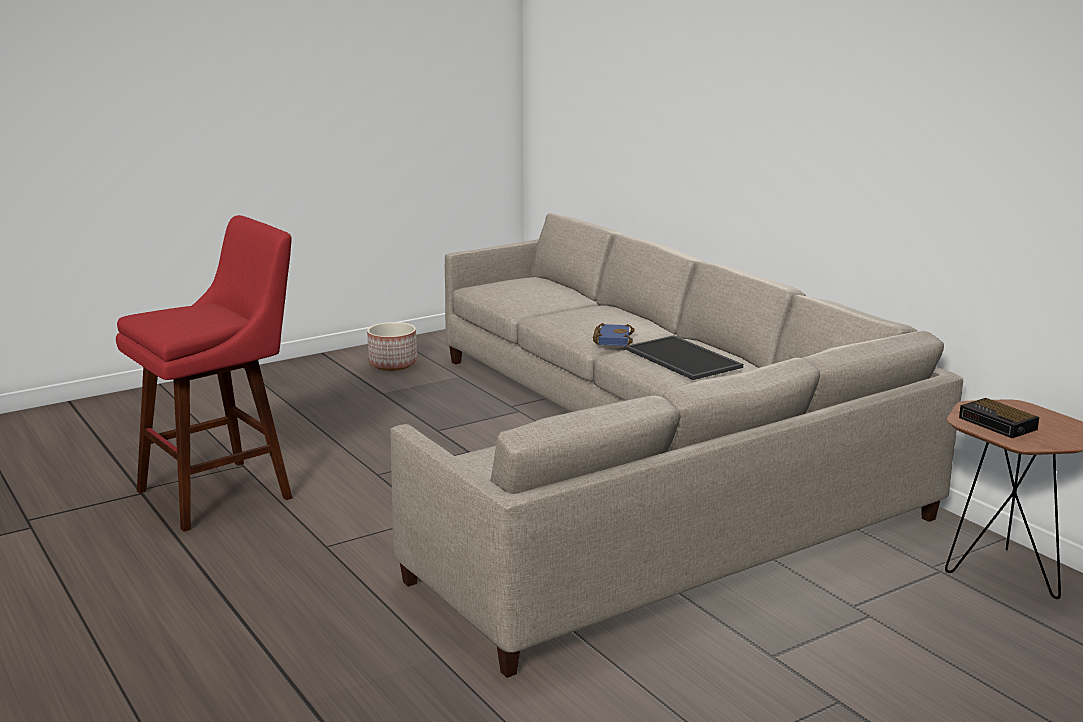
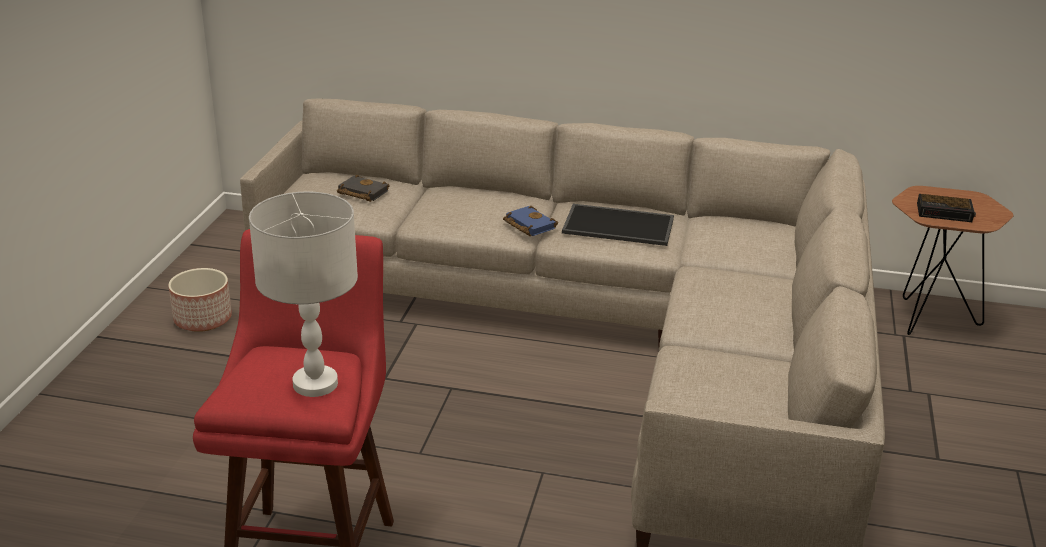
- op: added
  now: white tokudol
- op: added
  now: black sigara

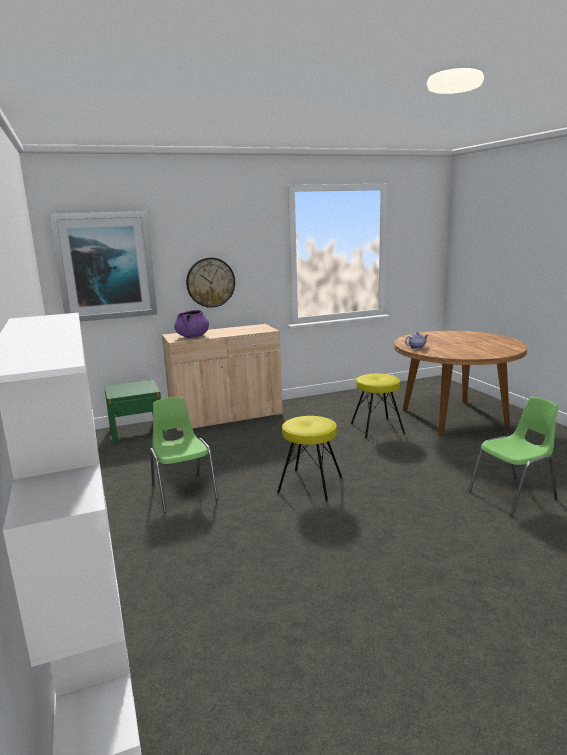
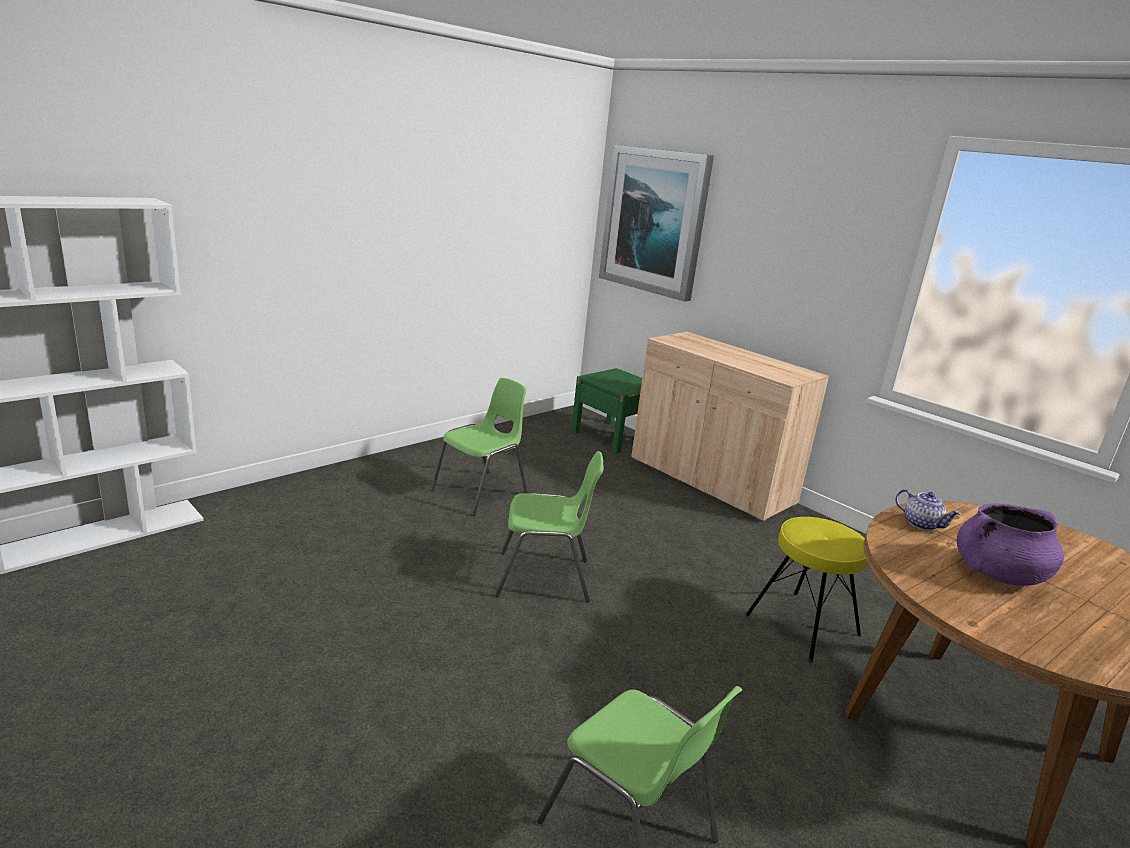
- op: moved
  was: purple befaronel
- op: removed
  was: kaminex
- op: replaced
  was: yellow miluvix (1st from left)
  now: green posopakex (2nd from left)

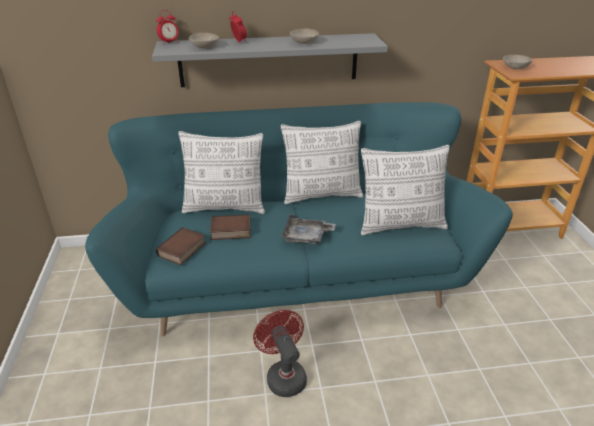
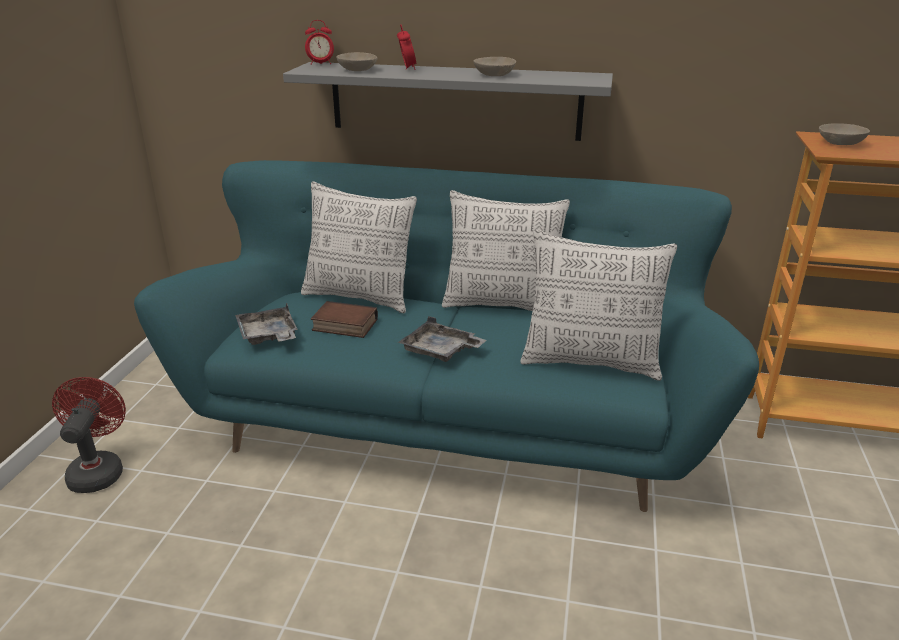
- op: replaced
  was: sigara (1st from left)
  now: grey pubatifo (1st from left)
- op: moved
  was: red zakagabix

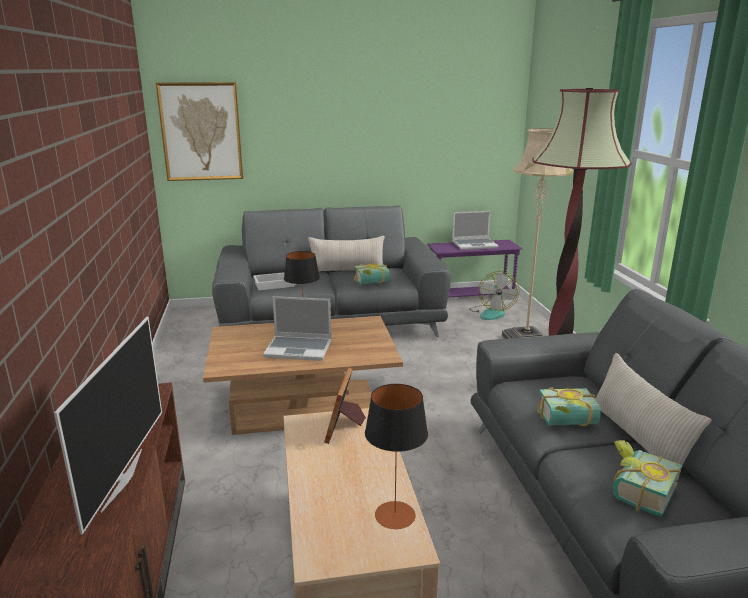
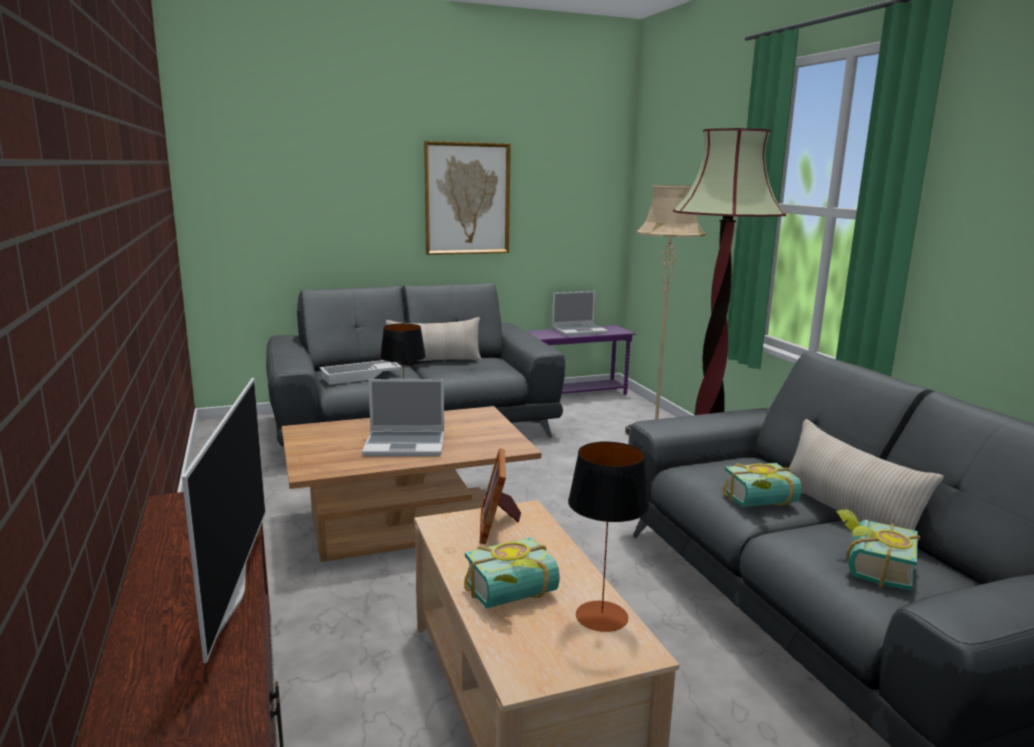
- op: moved
  was: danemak
- op: moved
  was: sigara (1st from left)
- op: removed
  was: zakagabix

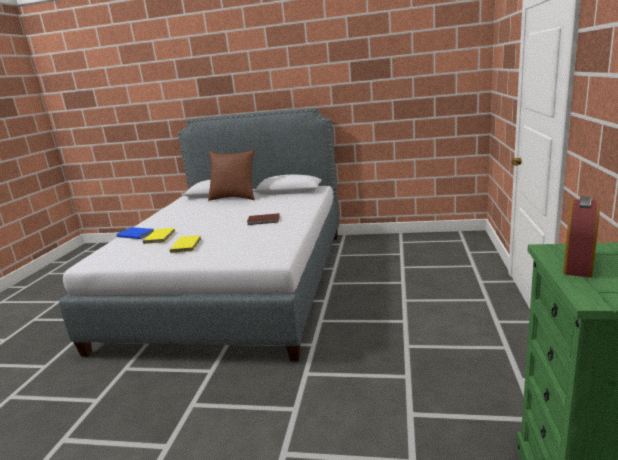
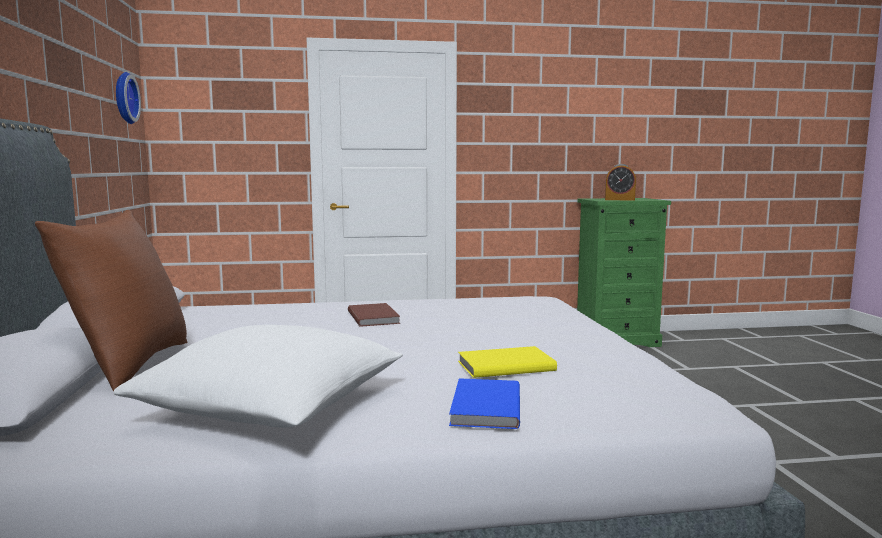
- op: removed
  was: yellow sigara (2nd from left)
- op: added
  now: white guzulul
- op: added
  now: kaminex

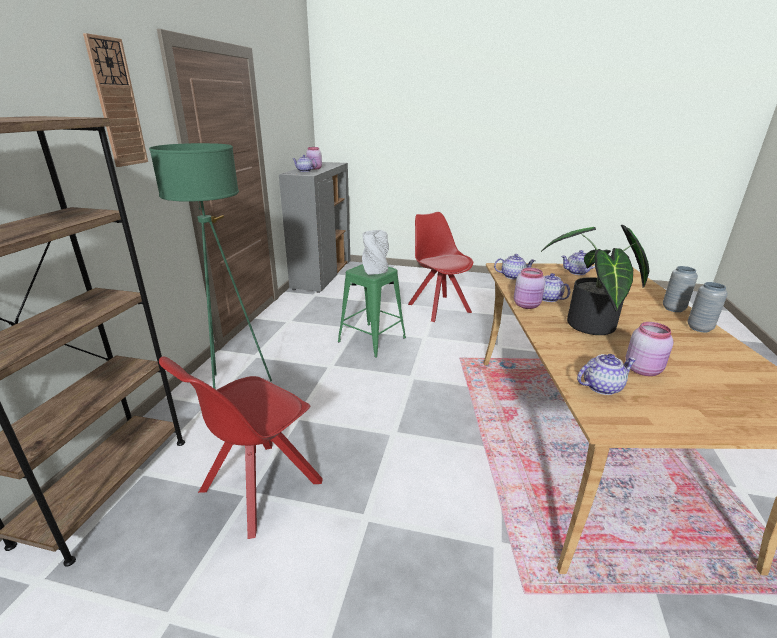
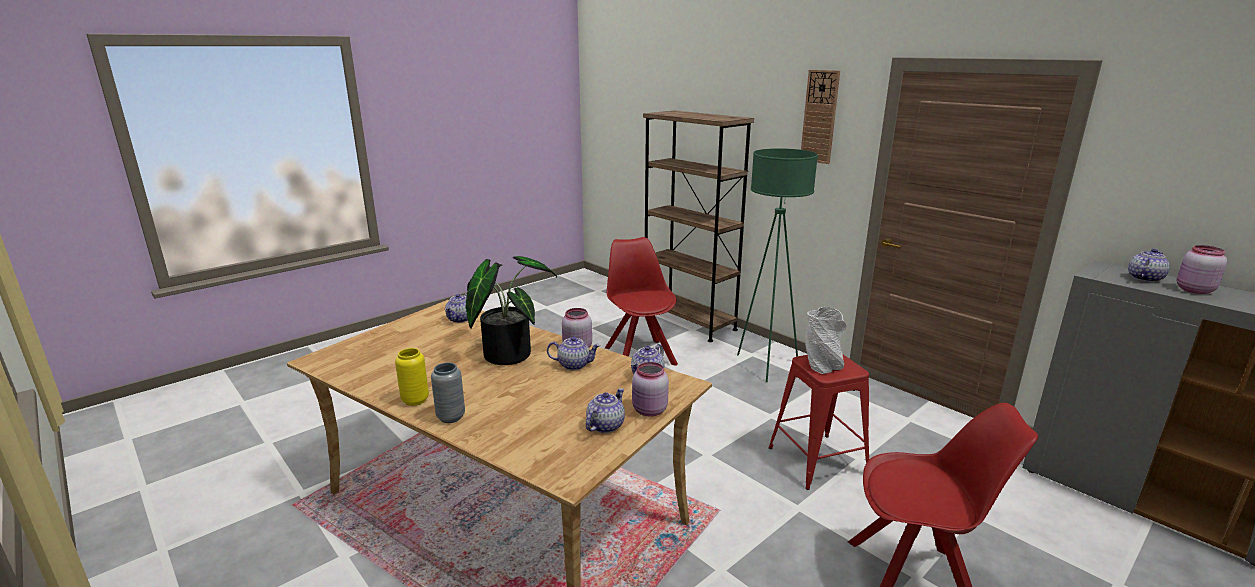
- op: recoloured
  was: green miluvix
  now: red miluvix
- op: moved
  was: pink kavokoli (3rd from left in the first image)
  now: pink kavokoli (2nd from left)
- op: recoloured
  was: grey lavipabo (3rd from left)
  now: yellow lavipabo

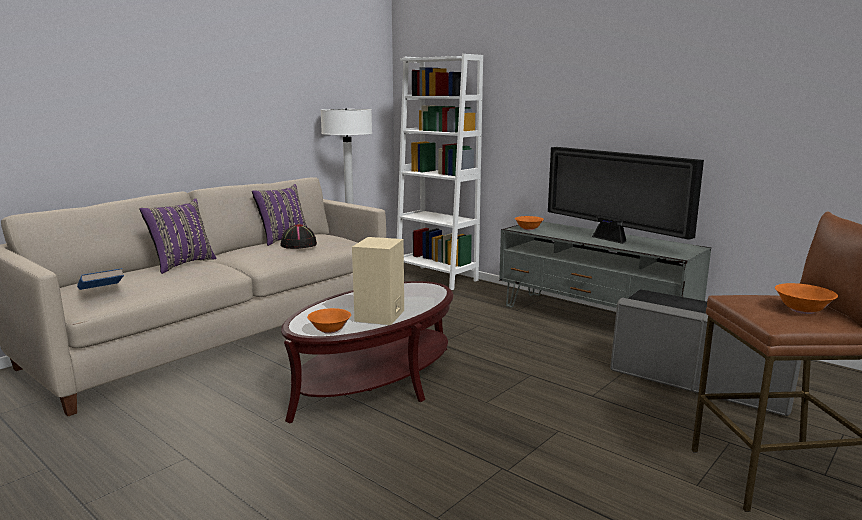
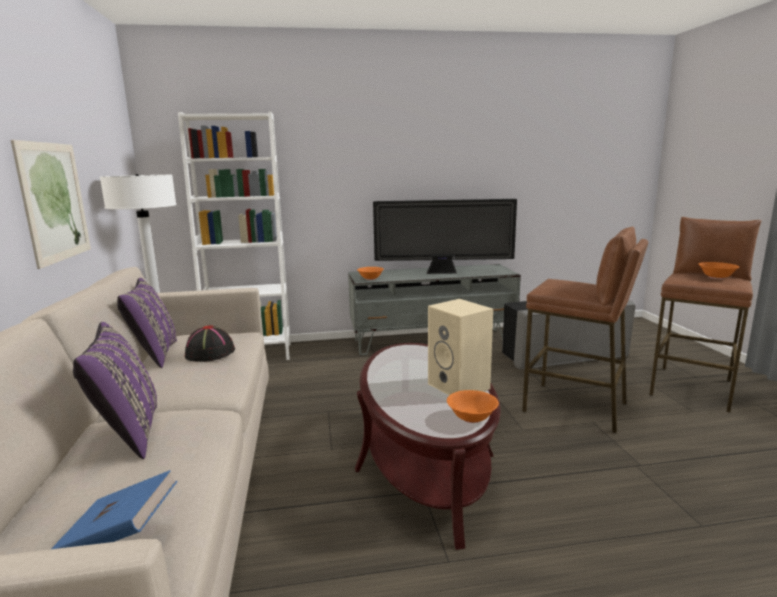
- op: added
  now: danemak
- op: added
  now: brown miluvix (1st from left)

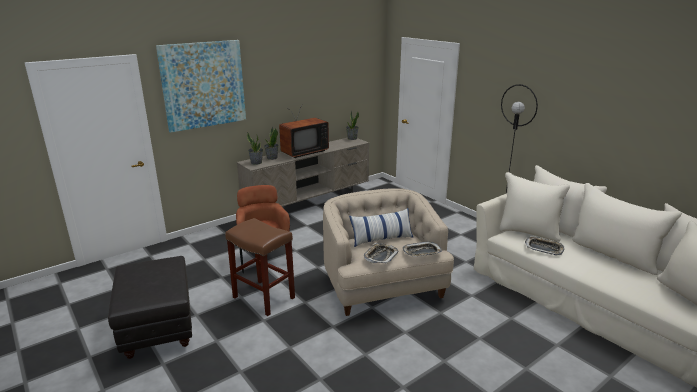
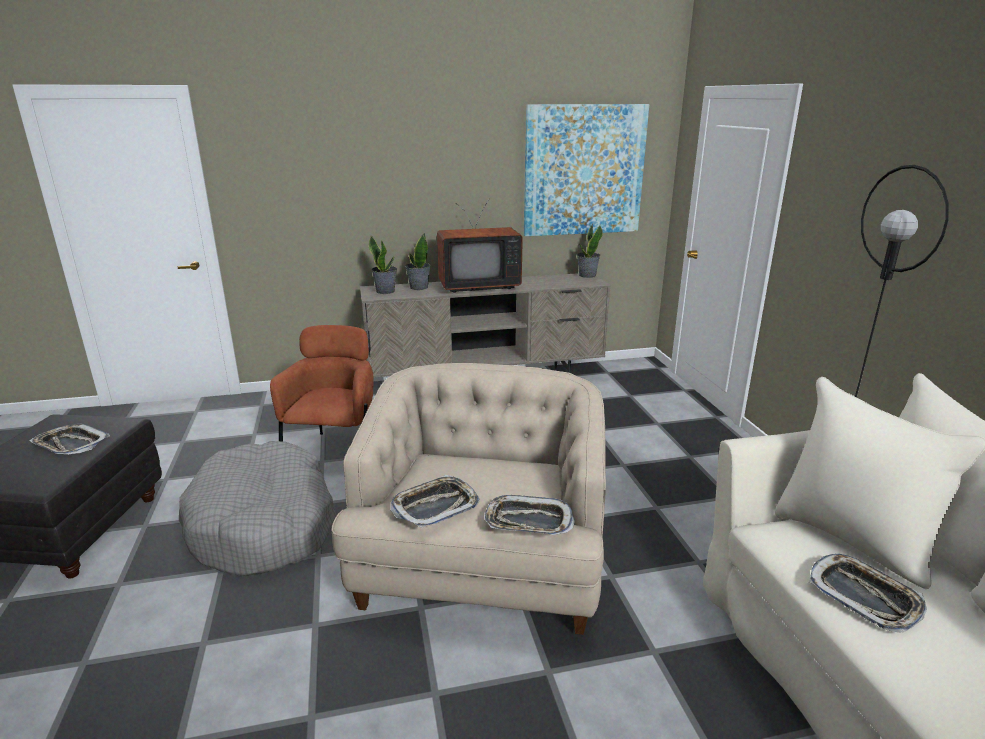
- op: moved
  was: danemak
- op: replaced
  was: brown miluvix
  now: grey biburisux
- op: removed
  was: guzulul
- op: added
  now: pubatifo (1st from left)

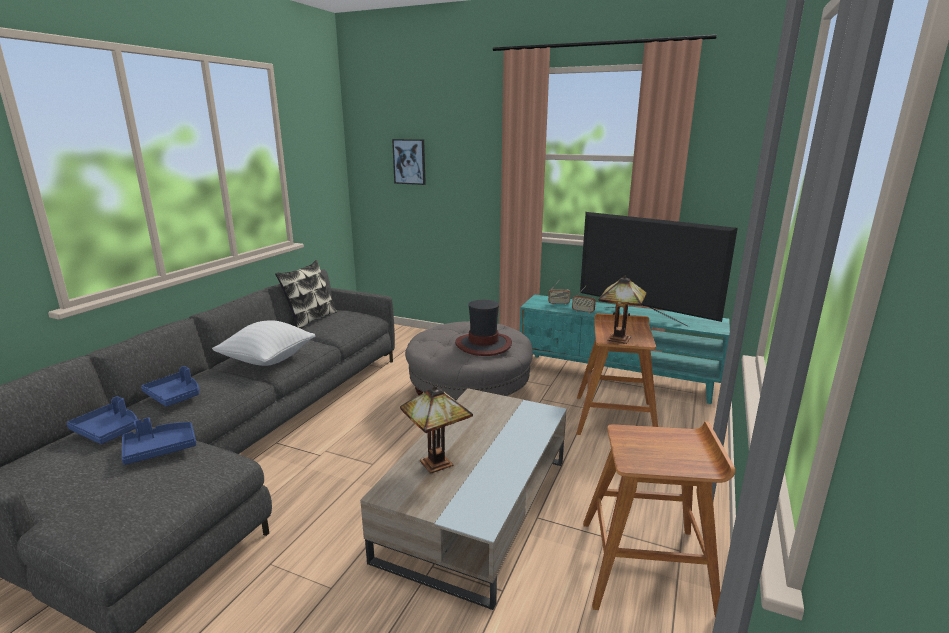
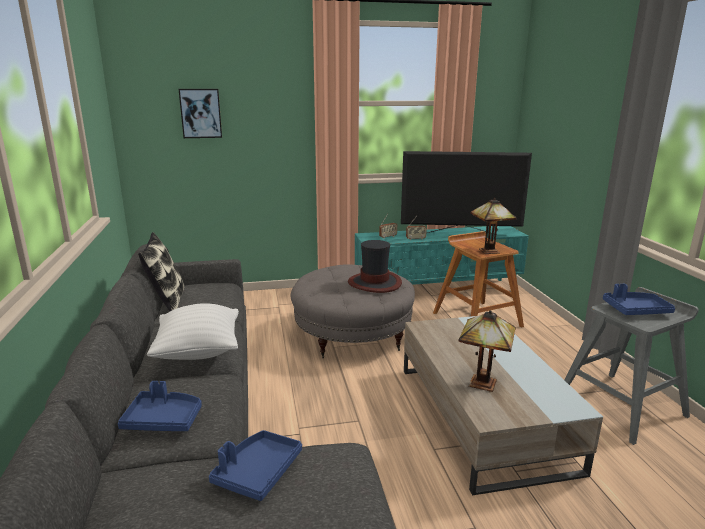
- op: moved
  was: blue pubatifo (1st from left in the first image)
  now: blue pubatifo (3rd from left)
- op: recoloured
  was: brown miluvix (2nd from left)
  now: grey miluvix

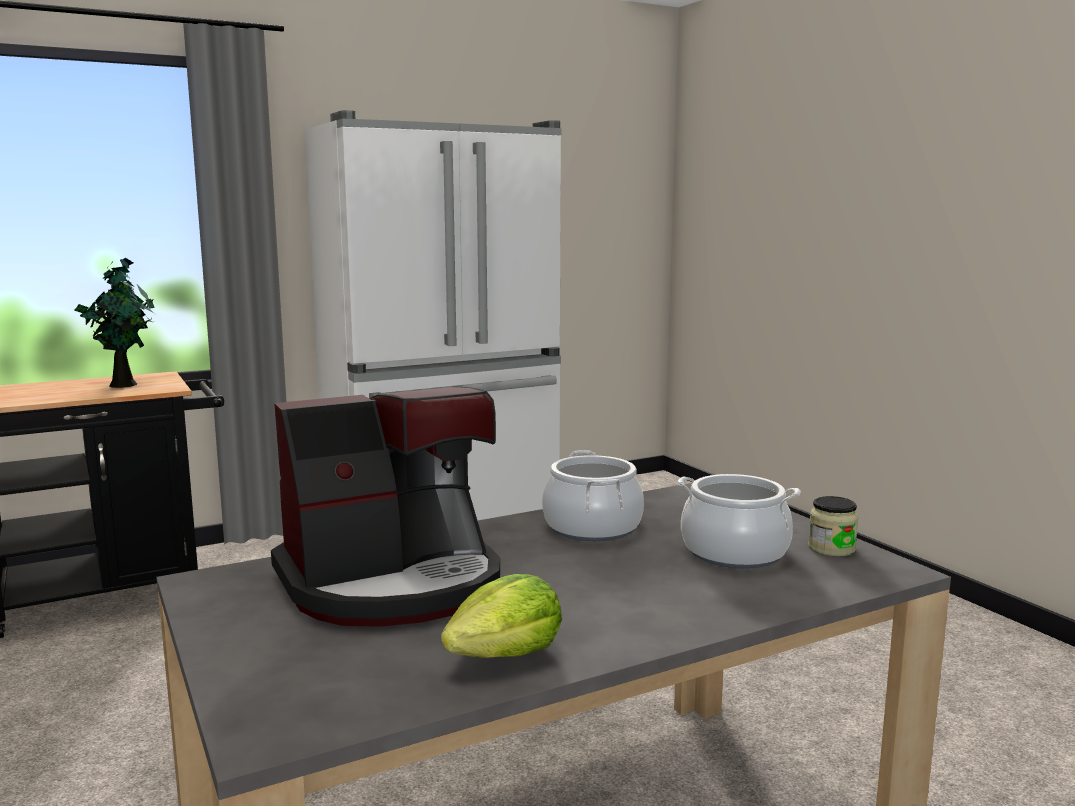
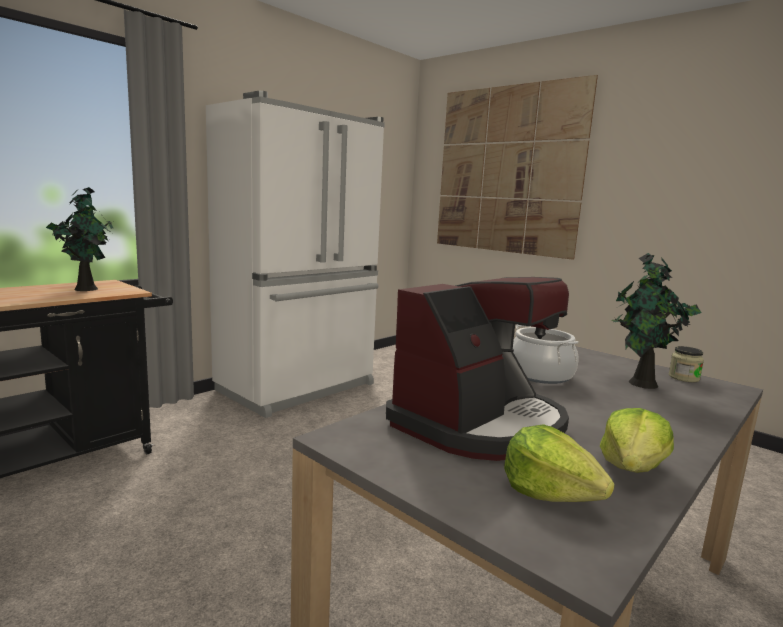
- op: replaced
  was: befaronel (2nd from left)
  now: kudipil (2nd from left)
- op: added
  now: danemak
- op: added
  now: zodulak (1st from left)

